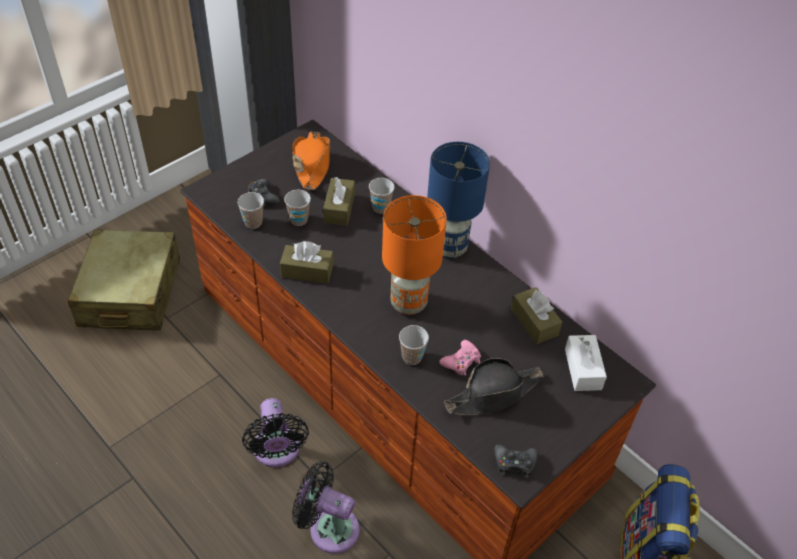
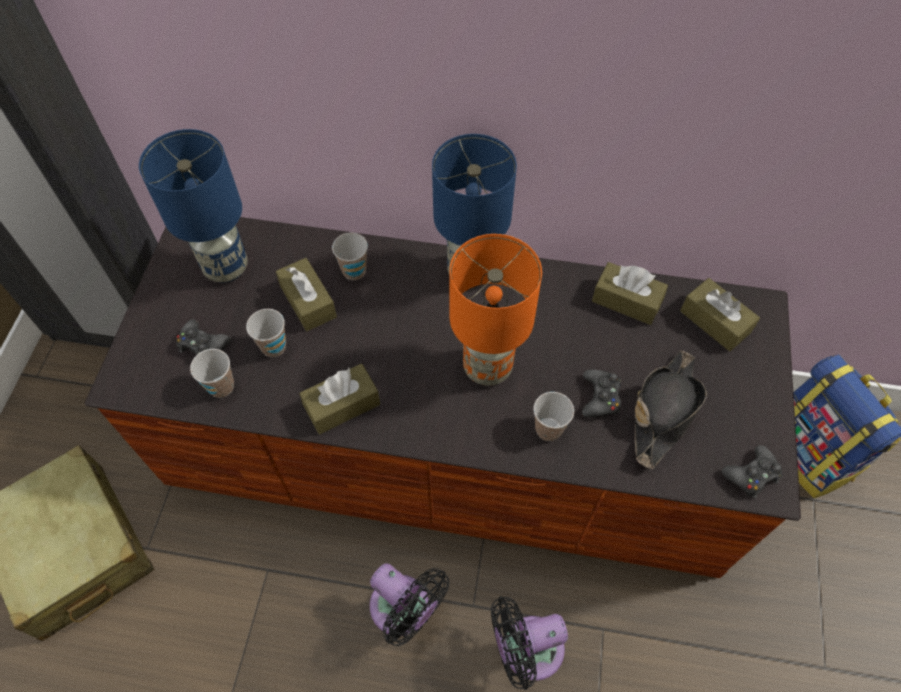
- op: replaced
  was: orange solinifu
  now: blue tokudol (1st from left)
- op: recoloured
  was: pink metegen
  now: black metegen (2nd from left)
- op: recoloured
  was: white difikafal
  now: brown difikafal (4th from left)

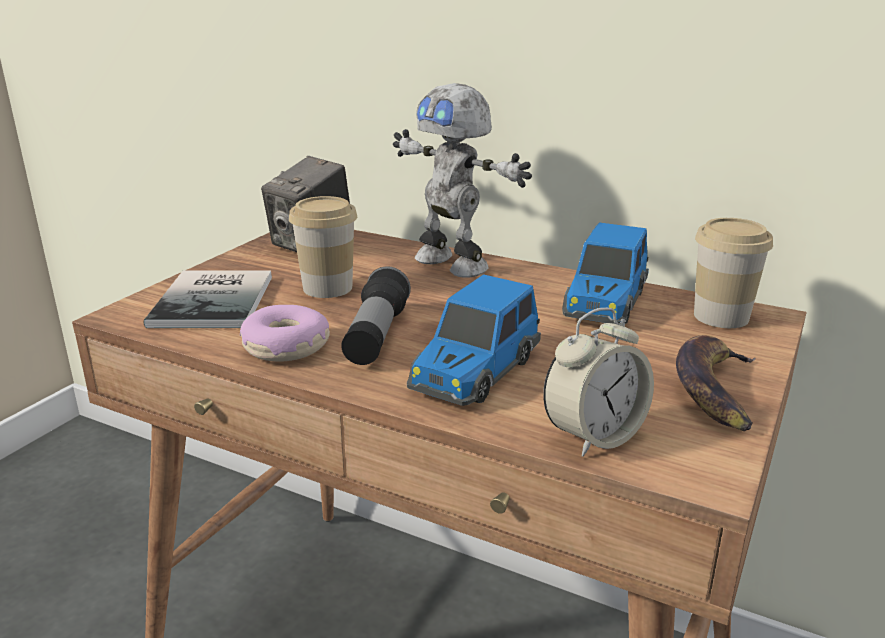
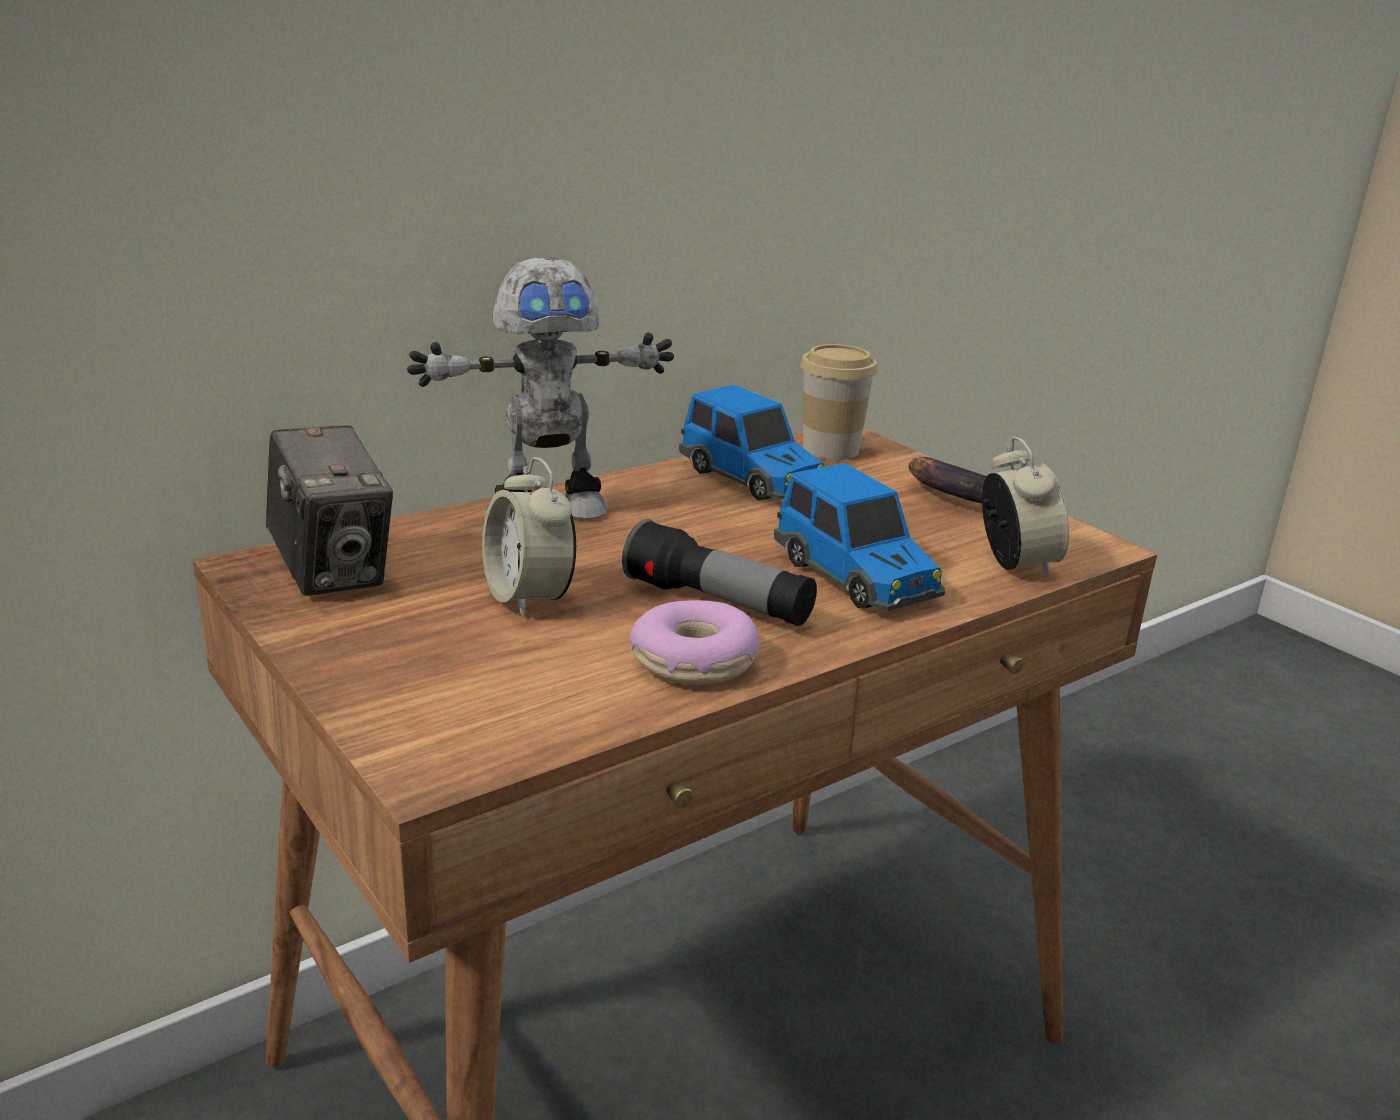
- op: removed
  was: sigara
- op: replaced
  was: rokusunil (1st from left)
  now: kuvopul (1st from left)

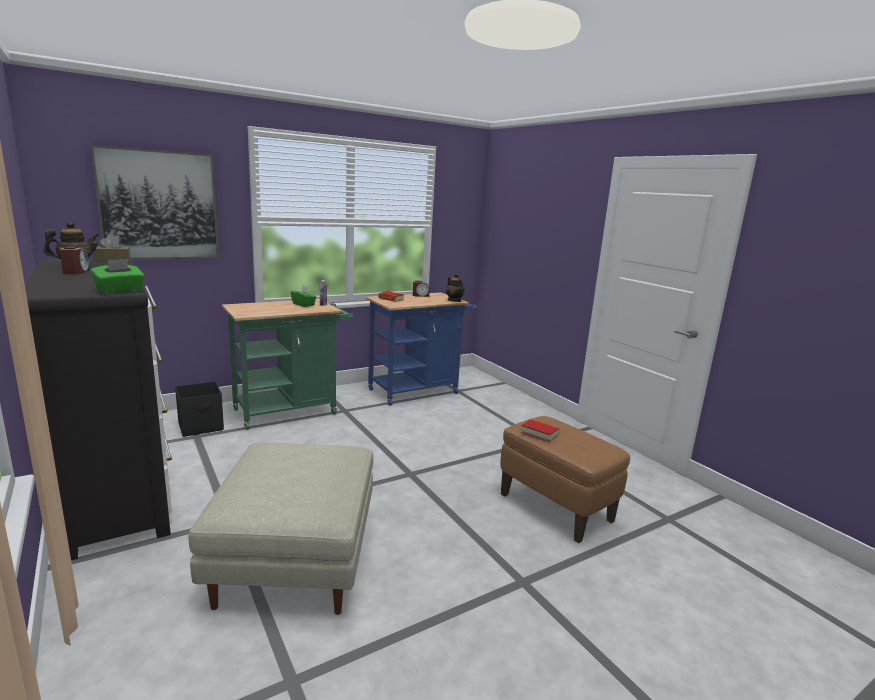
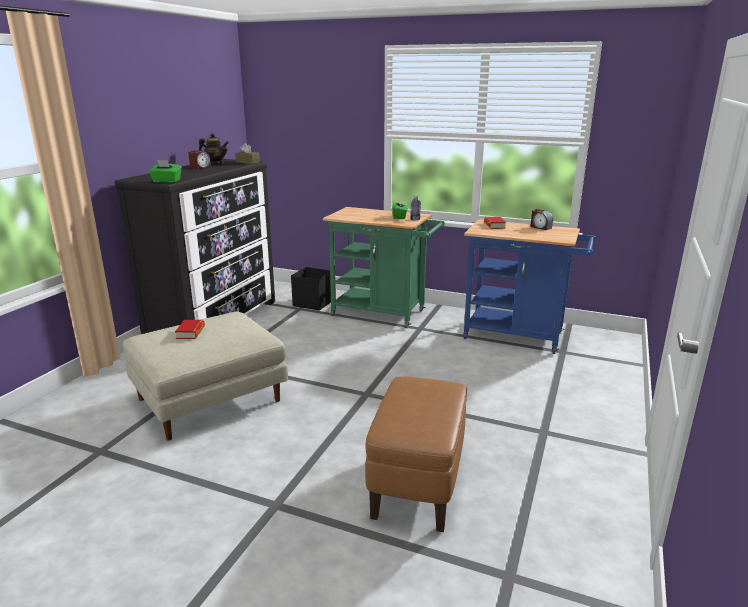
- op: removed
  was: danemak
- op: removed
  was: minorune (2nd from left)
- op: moved
  was: sigara (2nd from left in the first image)
  now: sigara (1st from left)

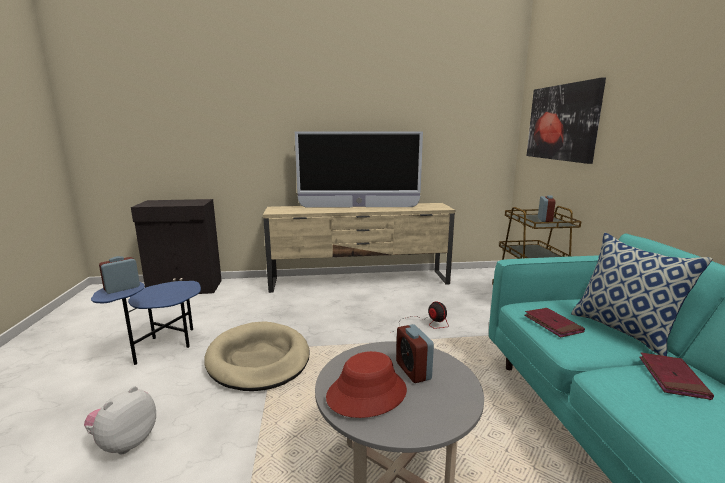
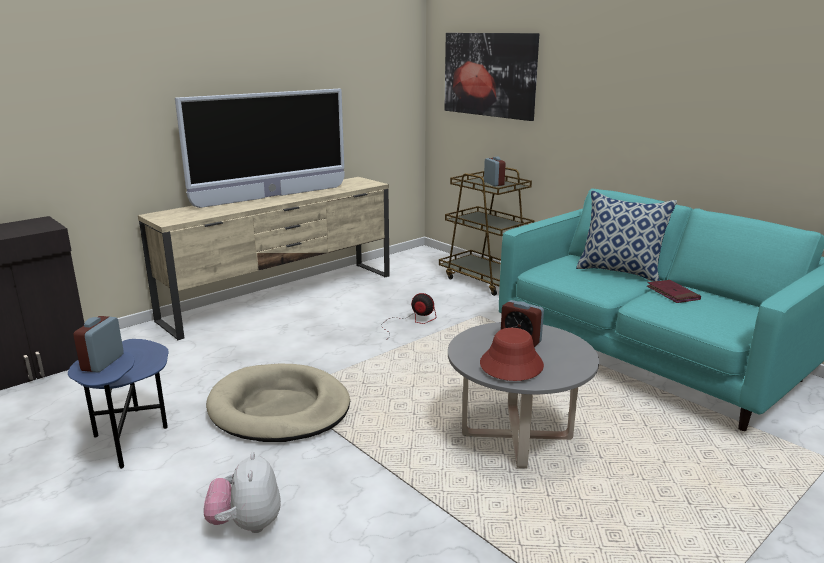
- op: removed
  was: red sigara (1st from left)

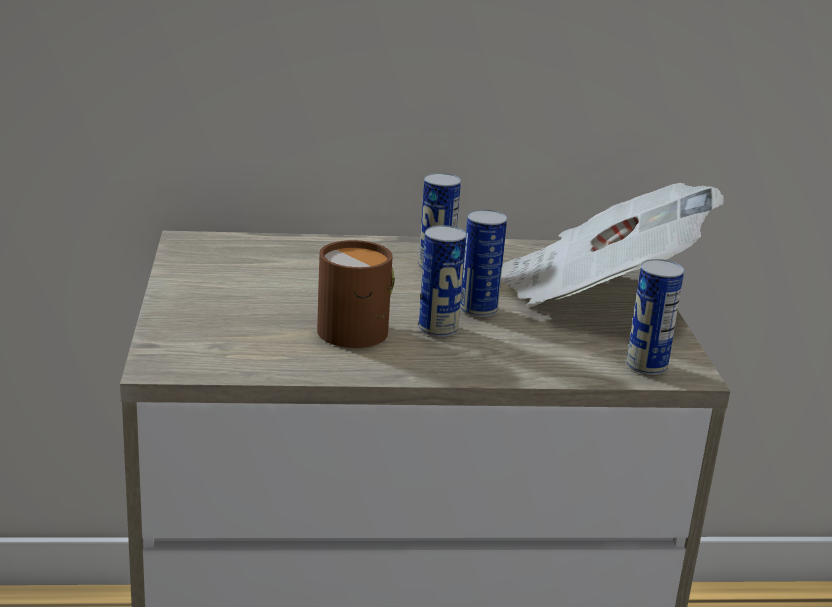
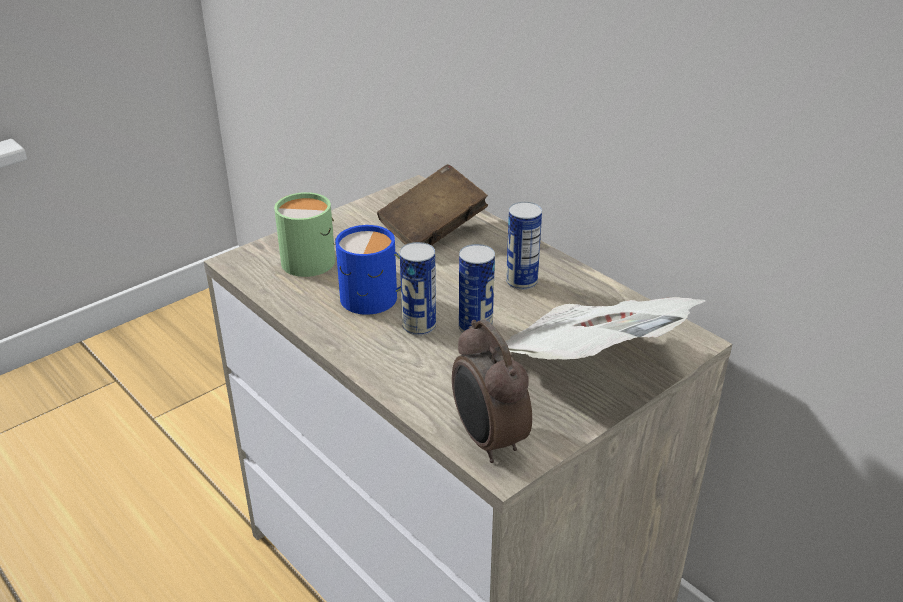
- op: recoloured
  was: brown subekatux
  now: blue subekatux
- op: replaced
  was: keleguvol (4th from left)
  now: kuvopul
- op: added
  now: green subekatux
- op: added
  now: brown sigara

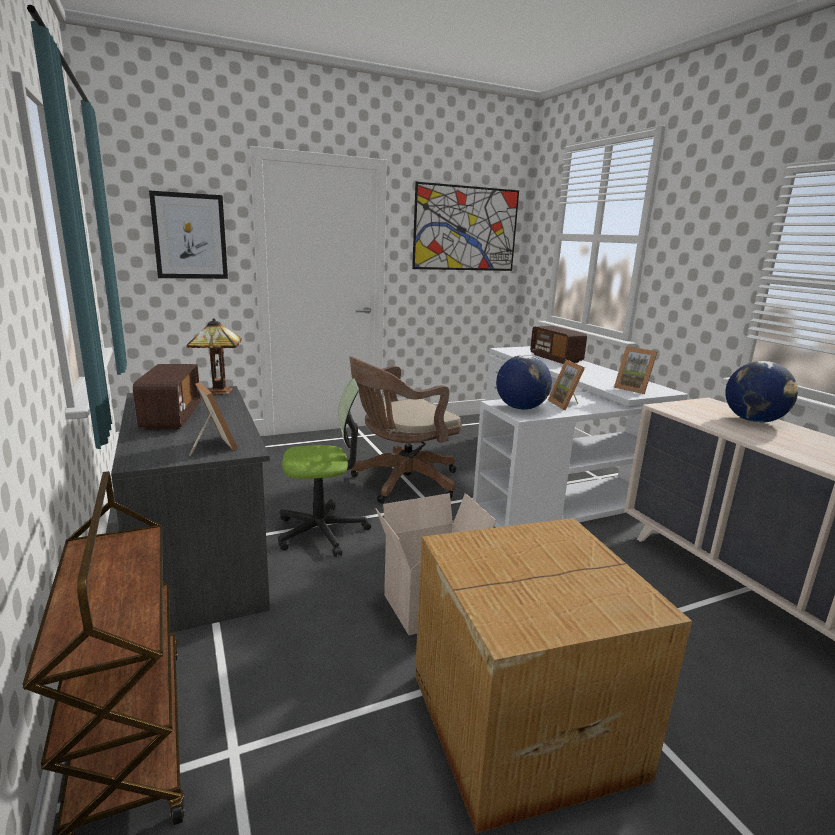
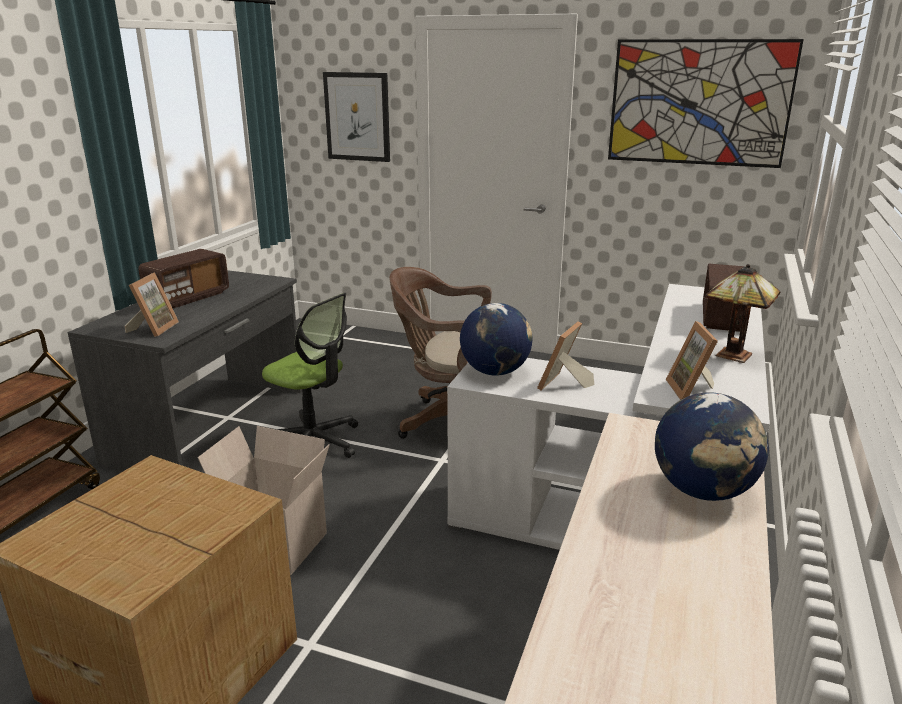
- op: moved
  was: tokudol

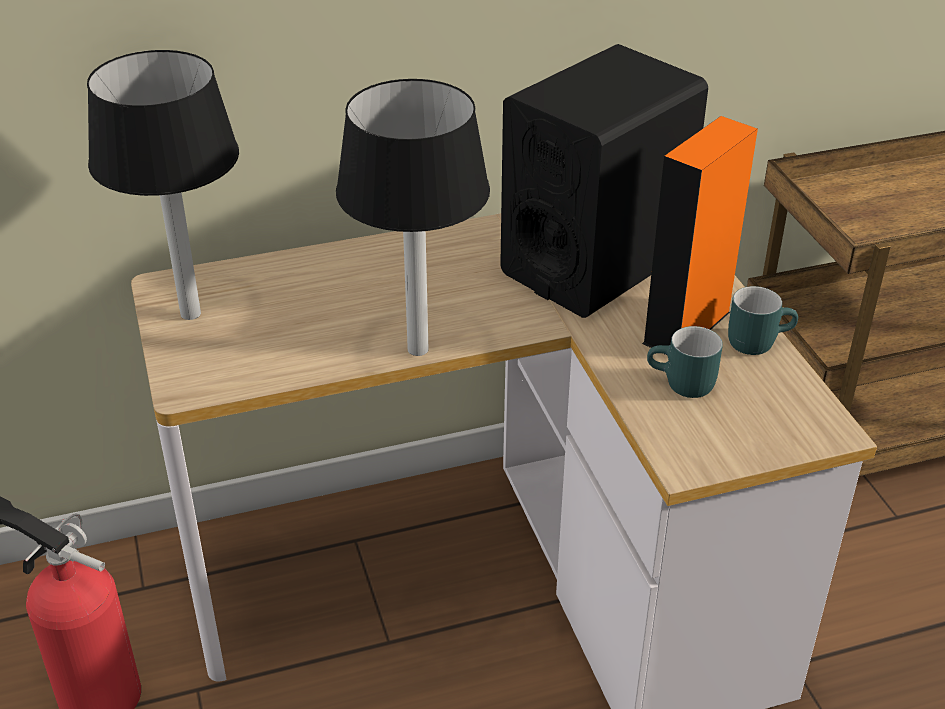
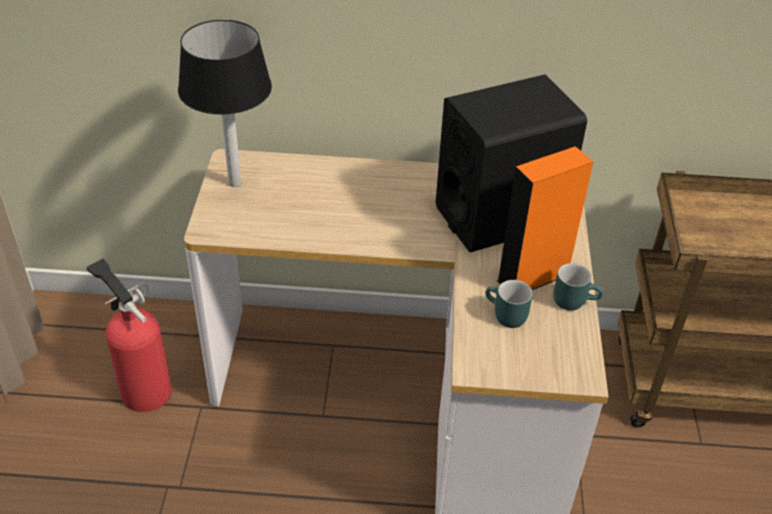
- op: removed
  was: tokudol (2nd from left)

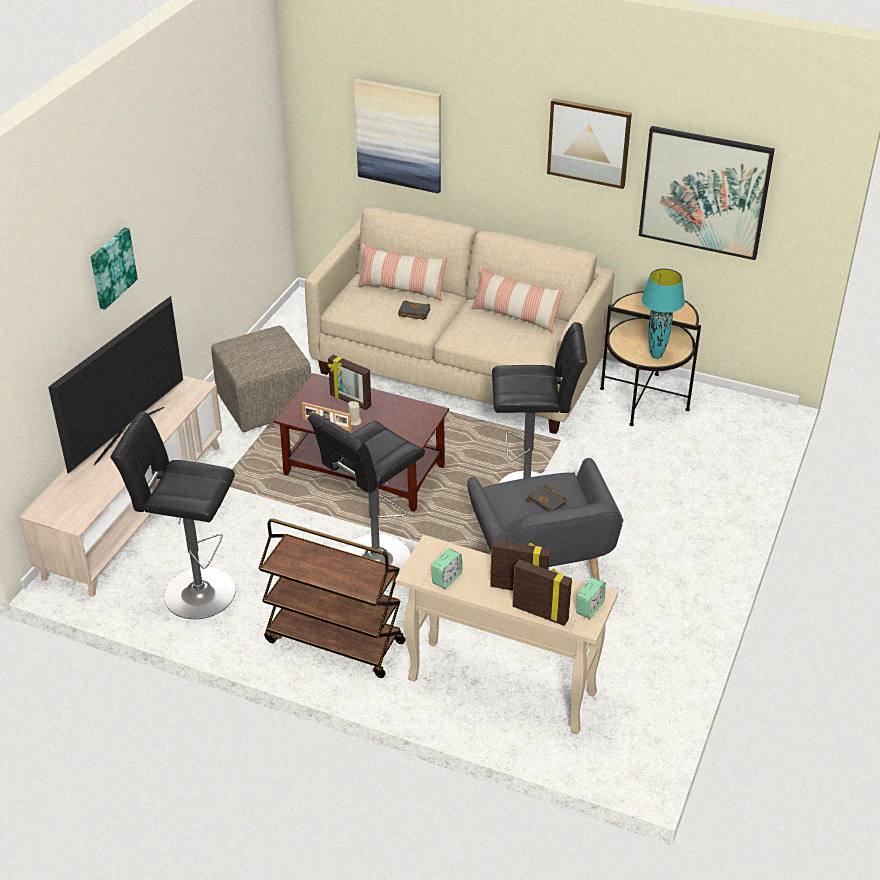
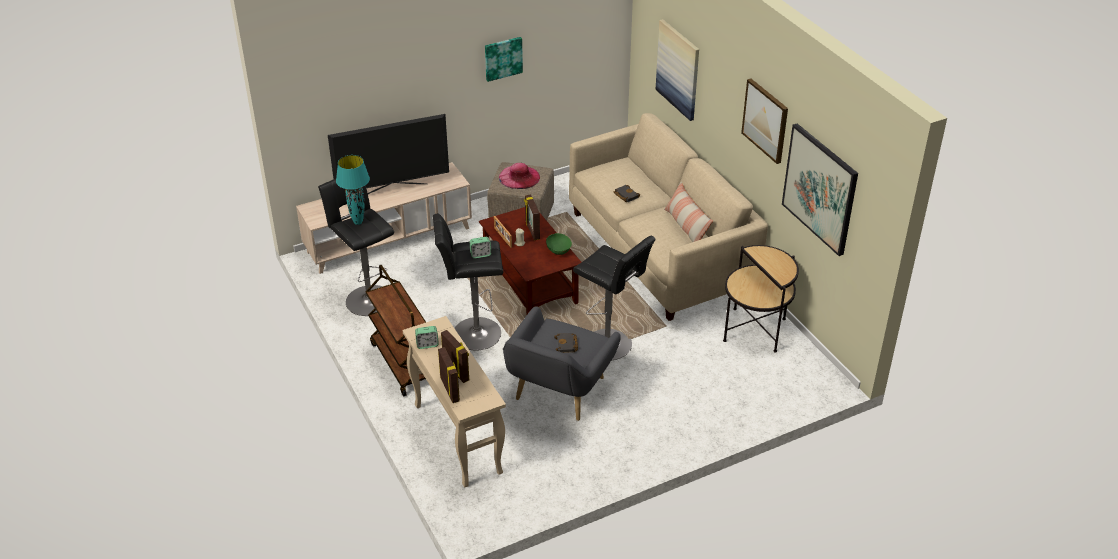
- op: moved
  was: danemak (1st from left)
- op: removed
  was: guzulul (1st from left)
- op: moved
  was: kuvopul (2nd from left)
- op: moved
  was: turquoise tokudol
- op: added
  now: pink solinifu
- op: added
  now: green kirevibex

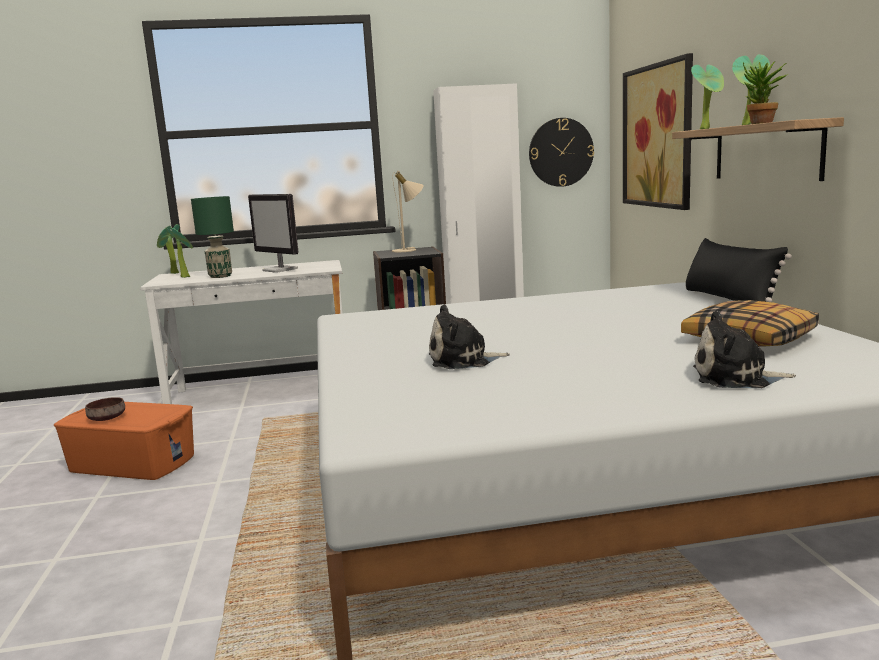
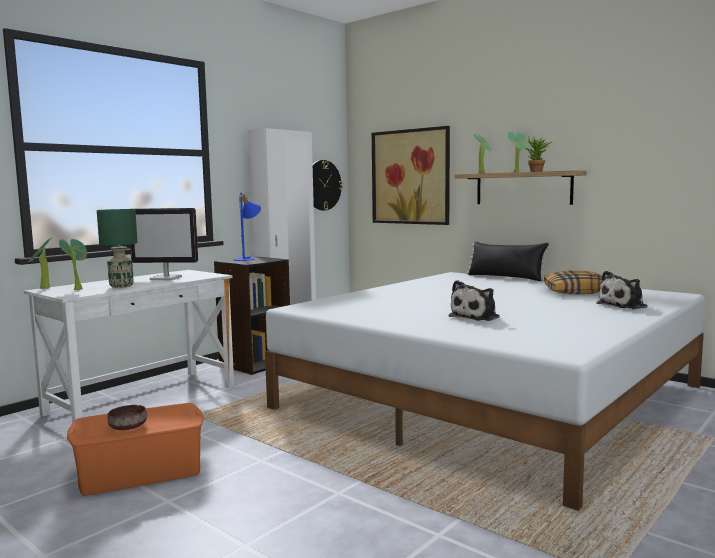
- op: recoloured
  was: beige tokudol
  now: blue tokudol

